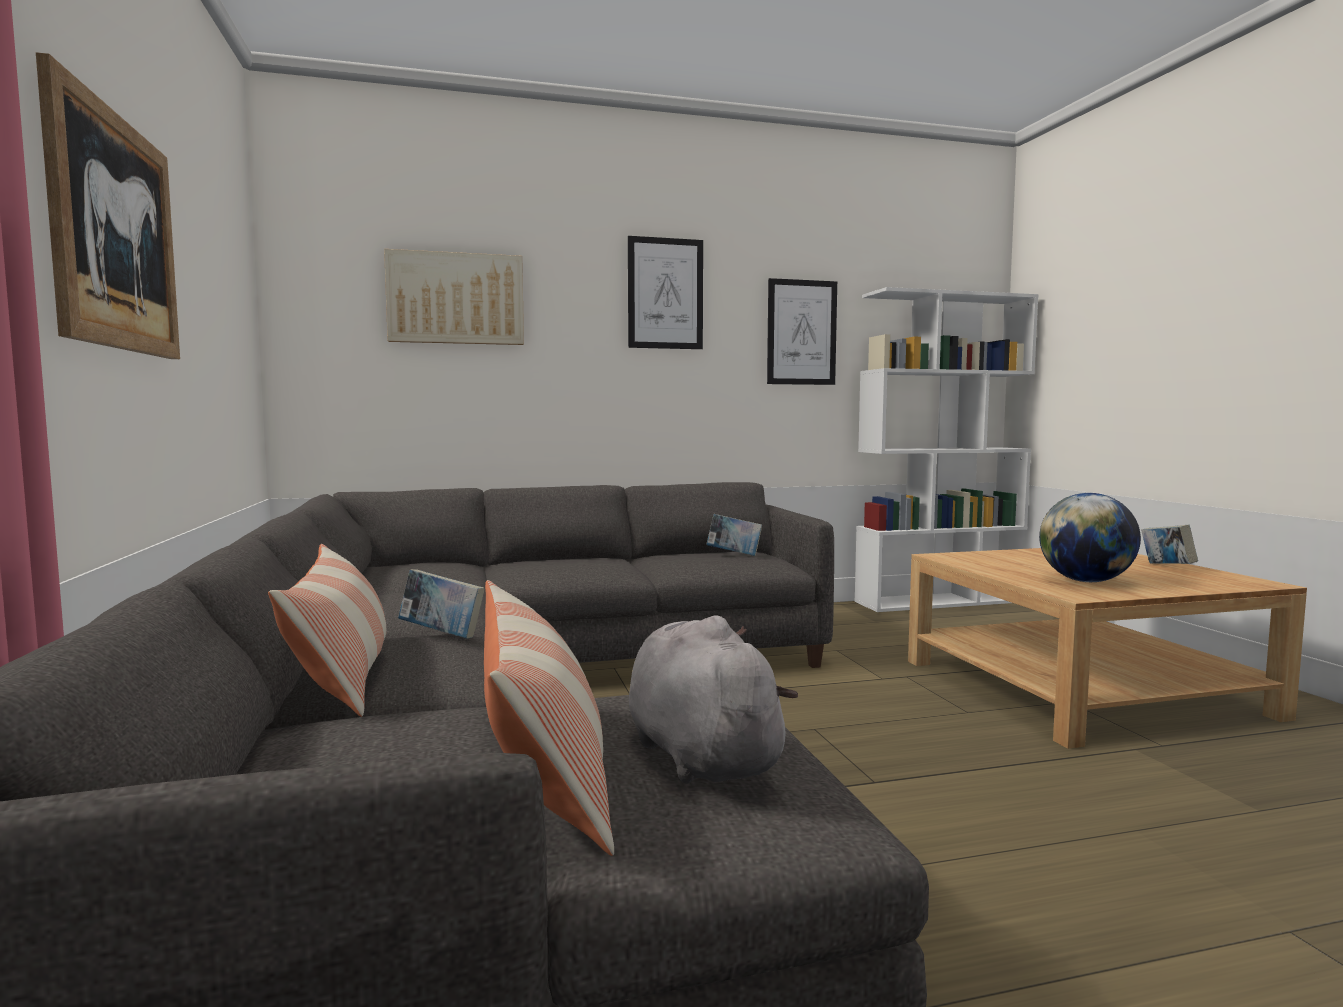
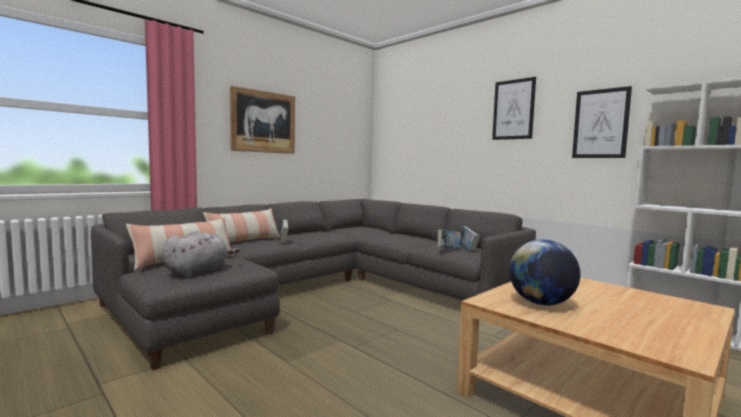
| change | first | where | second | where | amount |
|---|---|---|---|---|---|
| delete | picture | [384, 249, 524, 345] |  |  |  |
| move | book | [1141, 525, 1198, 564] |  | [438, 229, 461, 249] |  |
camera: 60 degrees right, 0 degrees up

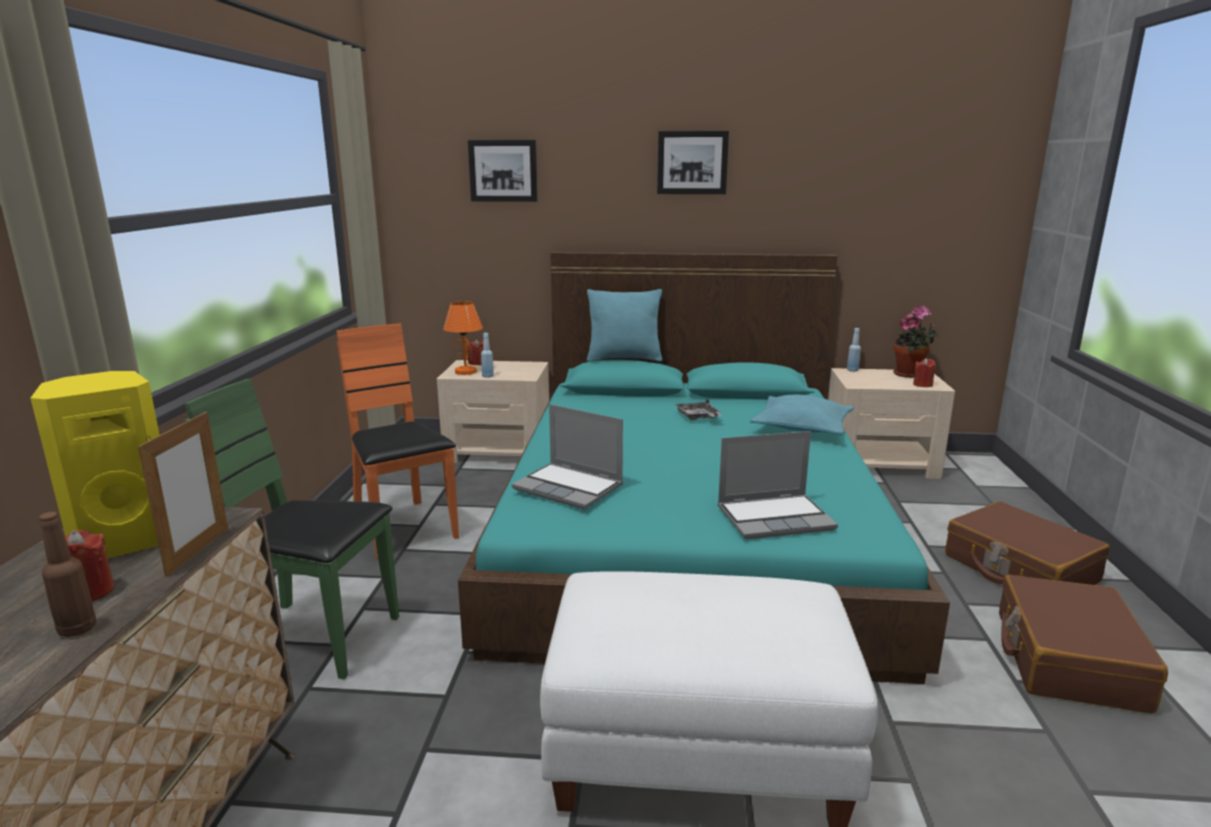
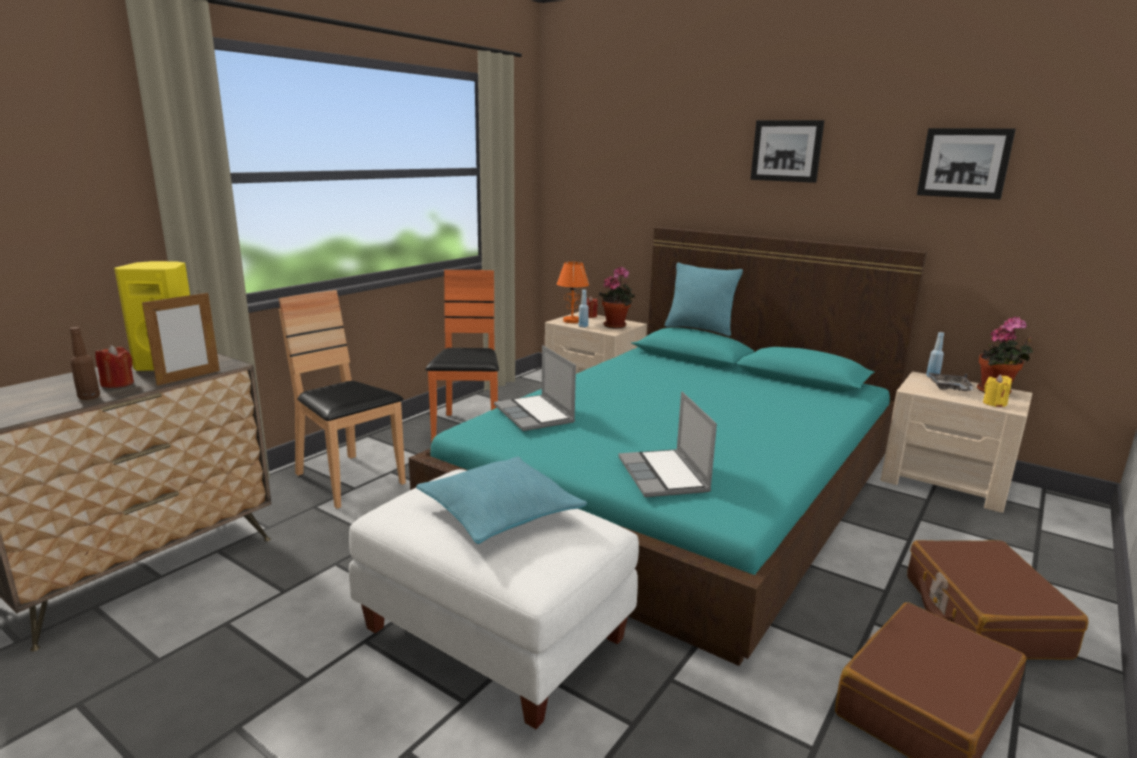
| change | first | where | second | where | amount |
|---|---|---|---|---|---|
| recolor | chair (green) | [184, 379, 399, 679] | chair (brown) | [278, 290, 406, 509] |  |
| move | picture | [468, 140, 538, 202] |  | [917, 128, 1016, 200] |  |
| move | tray (grey) | [675, 399, 722, 420] |  | [929, 373, 975, 391] |  |
| rotate | laptop | [718, 431, 838, 540] |  | [618, 391, 717, 497] | 60 degrees clockwise |
| move | pillow (turquoise) | [750, 395, 854, 435] |  | [416, 457, 587, 544] |  |
| recolor | candle (red) | [913, 358, 936, 387] | candle (yellow) | [983, 374, 1012, 407] |  |
| insert |  |  | potted plant | [599, 267, 635, 328] |  |
camera: 30 degrees right, 0 degrees up

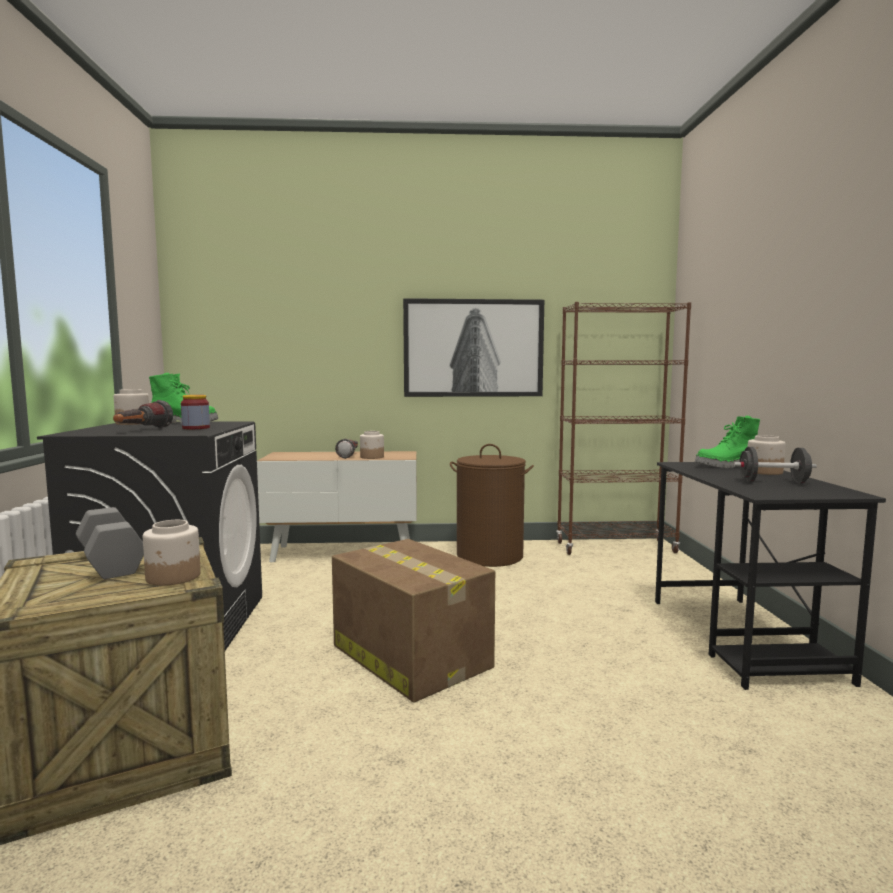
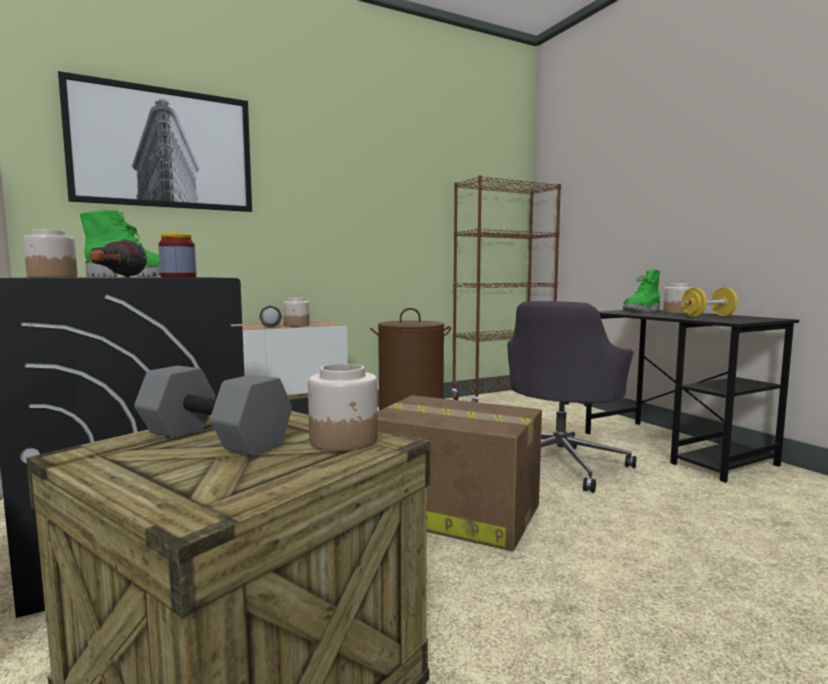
| change | first | where | second | where | amount |
|---|---|---|---|---|---|
| move | picture | [403, 298, 544, 397] |  | [58, 71, 252, 212] |  |
| recolor | dumbbell (black) | [734, 447, 817, 484] | dumbbell (yellow) | [681, 288, 738, 317] |  |
| insert |  |  | office chair (grey) | [507, 301, 637, 493] |  |
camera: 25 degrees left, 0 degrees up

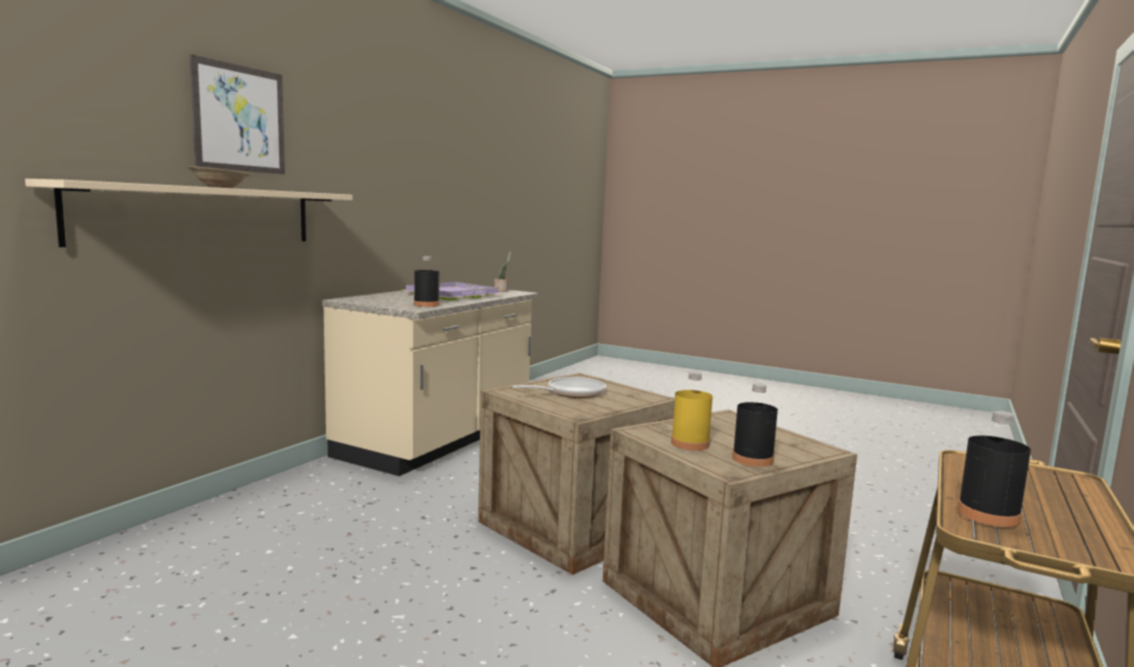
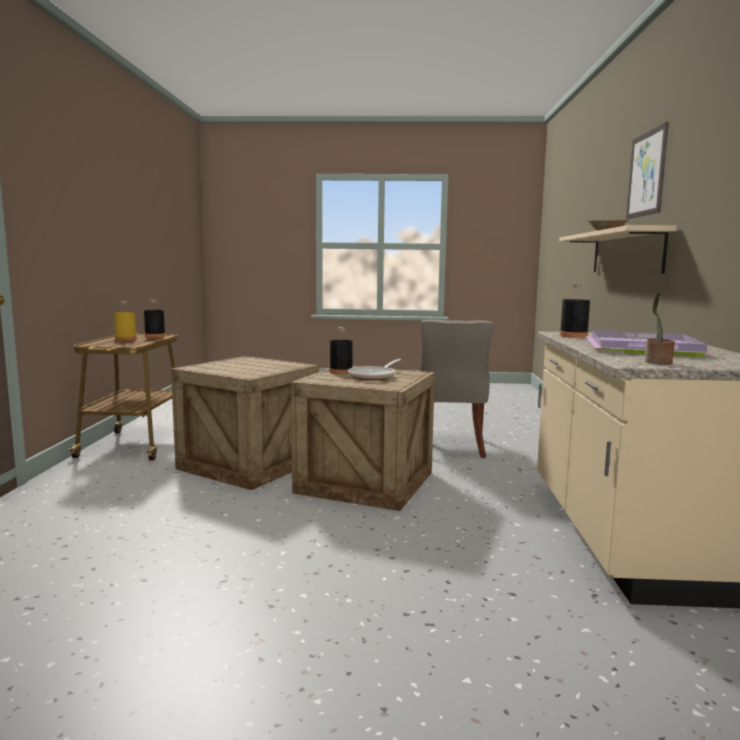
| change | first | where | second | where | amount |
|---|---|---|---|---|---|
| move | bottle (yellow) | [671, 372, 713, 451] |  | [114, 301, 137, 341] |  |
| move | bottle (black) | [732, 383, 778, 467] |  | [330, 327, 353, 374] |  |
| insert |  |  | chair (grey) | [420, 320, 494, 458] |  |
camera: 155 degrees right, 0 degrees up

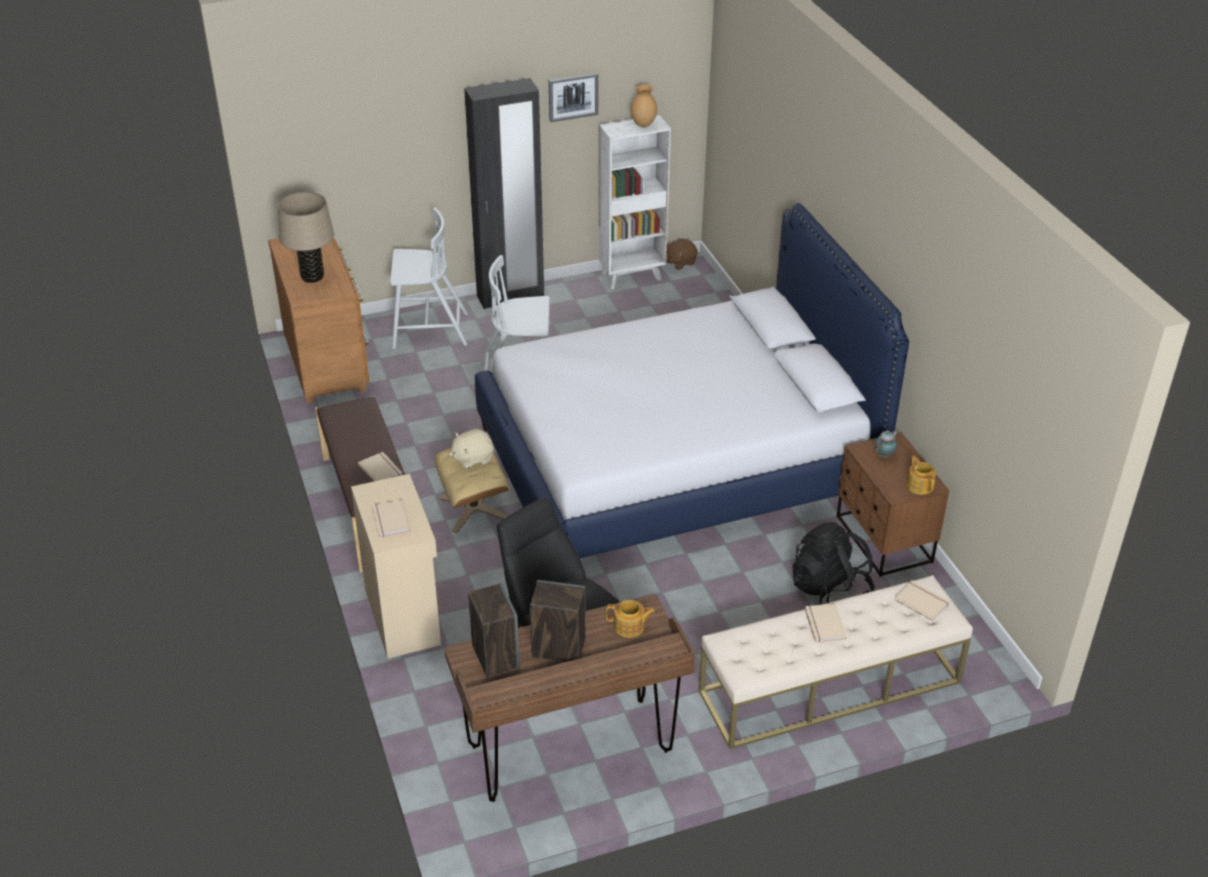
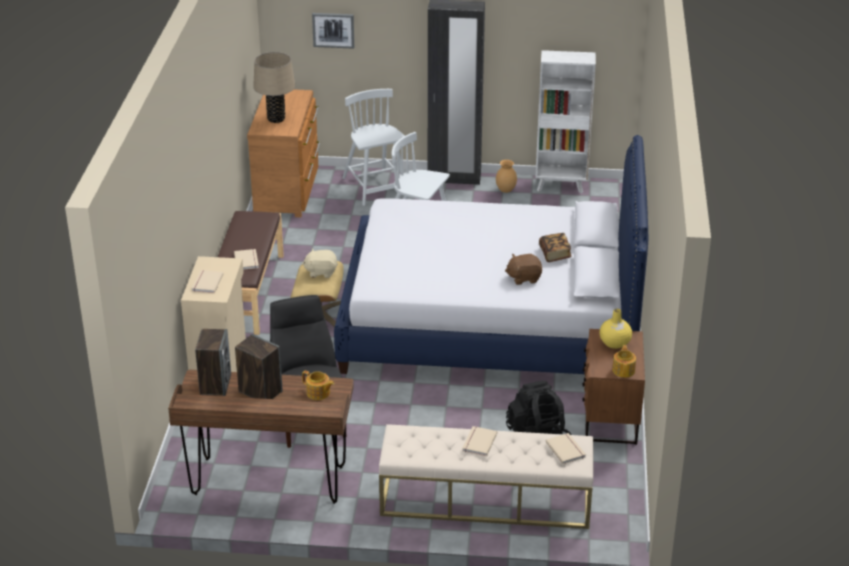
| change | first | where | second | where | amount |
|---|---|---|---|---|---|
| rotate | chair (white) | [390, 207, 468, 349] |  | [342, 89, 405, 206] | 135 degrees counterclockwise |
| move | picture | [549, 73, 598, 122] |  | [312, 13, 354, 49] |  |
| move | vase (brown) | [631, 85, 657, 127] |  | [496, 160, 517, 193] |  |
| move | plush toy (brown) | [666, 238, 698, 270] |  | [505, 254, 542, 285] |  |
| replace | teapot | [874, 430, 898, 458] | vase (yellow) | [599, 308, 632, 349] |  |
| insert |  |  | book | [539, 233, 572, 262] |  |
camera: 25 degrees right, 5 degrees down

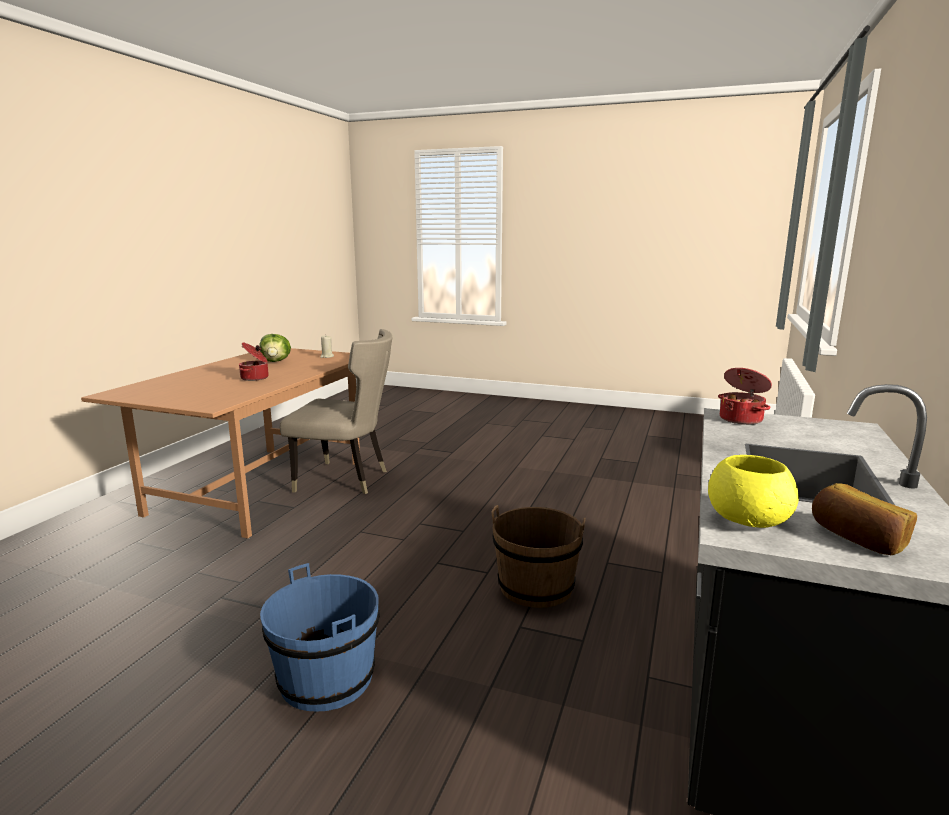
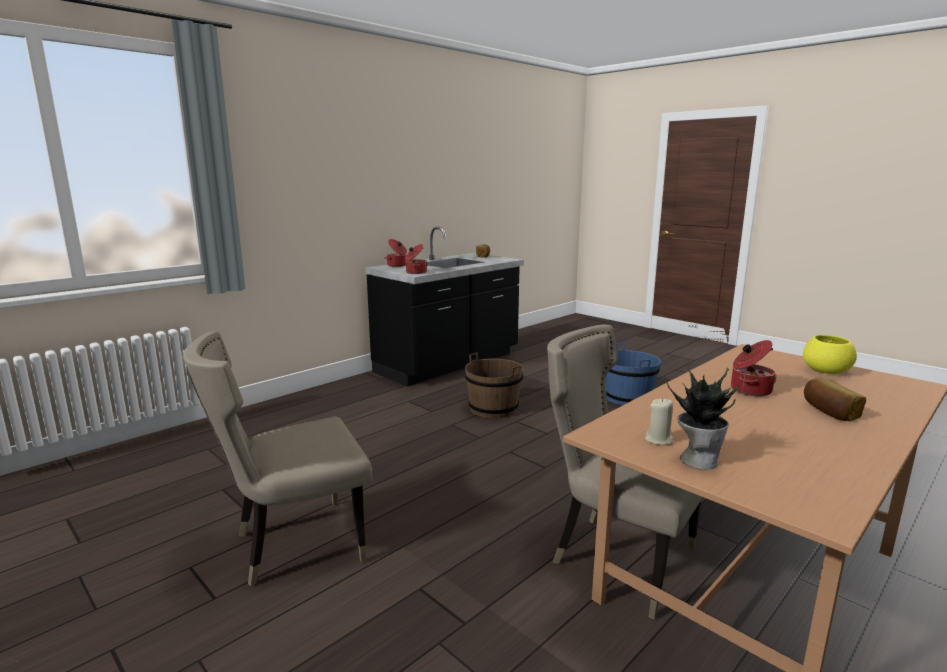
| change | first | where | second | where | amount |
|---|---|---|---|---|---|
| delete | lettuce | [259, 334, 291, 362] |  |  |  |
| move | bowl (yellow) | [708, 455, 799, 528] |  | [803, 335, 857, 374] |  |
| insert |  |  | chair (beige) | [183, 331, 372, 586] |  |
| insert |  |  | cooking pot | [384, 239, 407, 267] |  |
| insert |  |  | potted plant | [667, 366, 739, 470] |  |
| insert |  |  | bread | [804, 378, 866, 421] |  |
camera: 155 degrees left, 0 degrees up

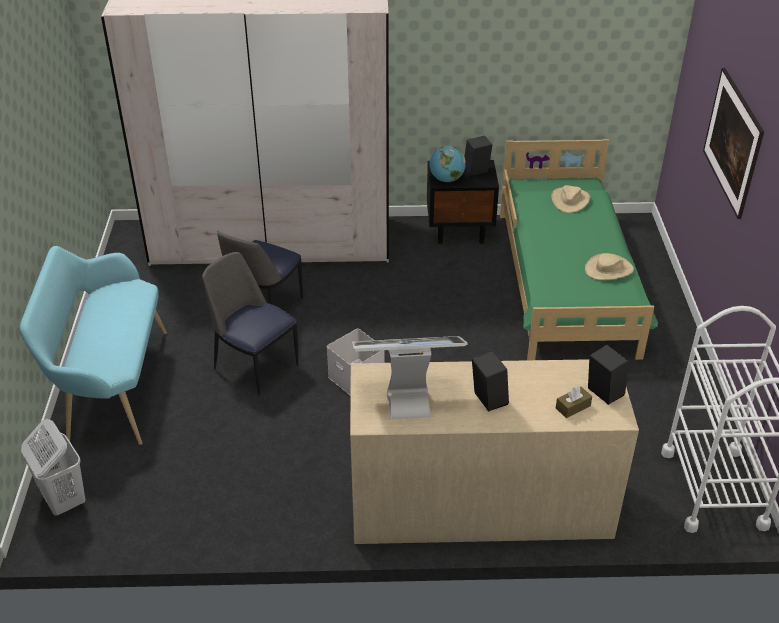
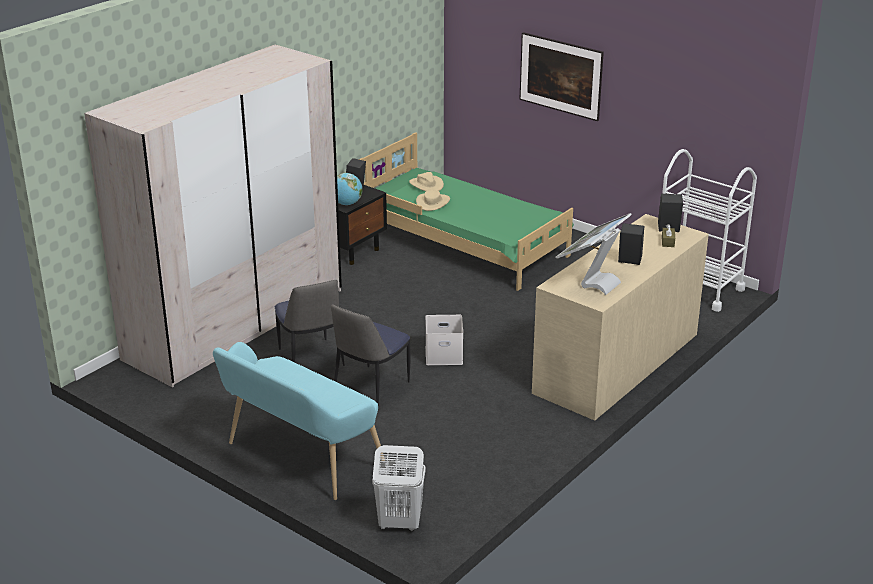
| change | first | where | second | where | amount |
|---|---|---|---|---|---|
| rotate | chair | [202, 252, 298, 395] |  | [331, 304, 410, 407] | 45 degrees counterclockwise |
| move | hat (beige) | [585, 253, 634, 280] |  | [416, 190, 450, 211] |  |
camera: 50 degrees left, 10 degrees down

